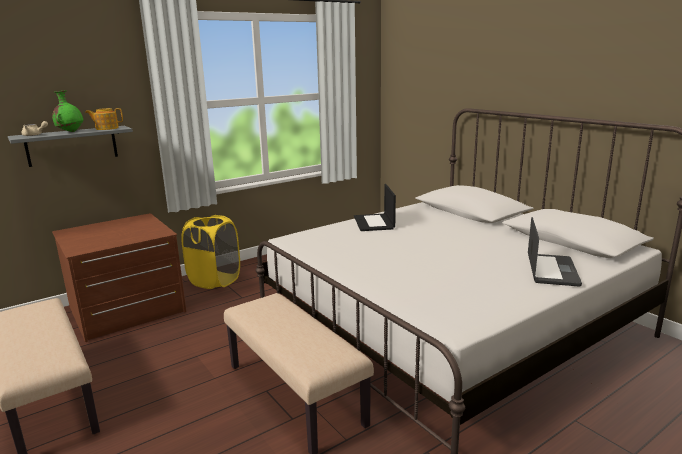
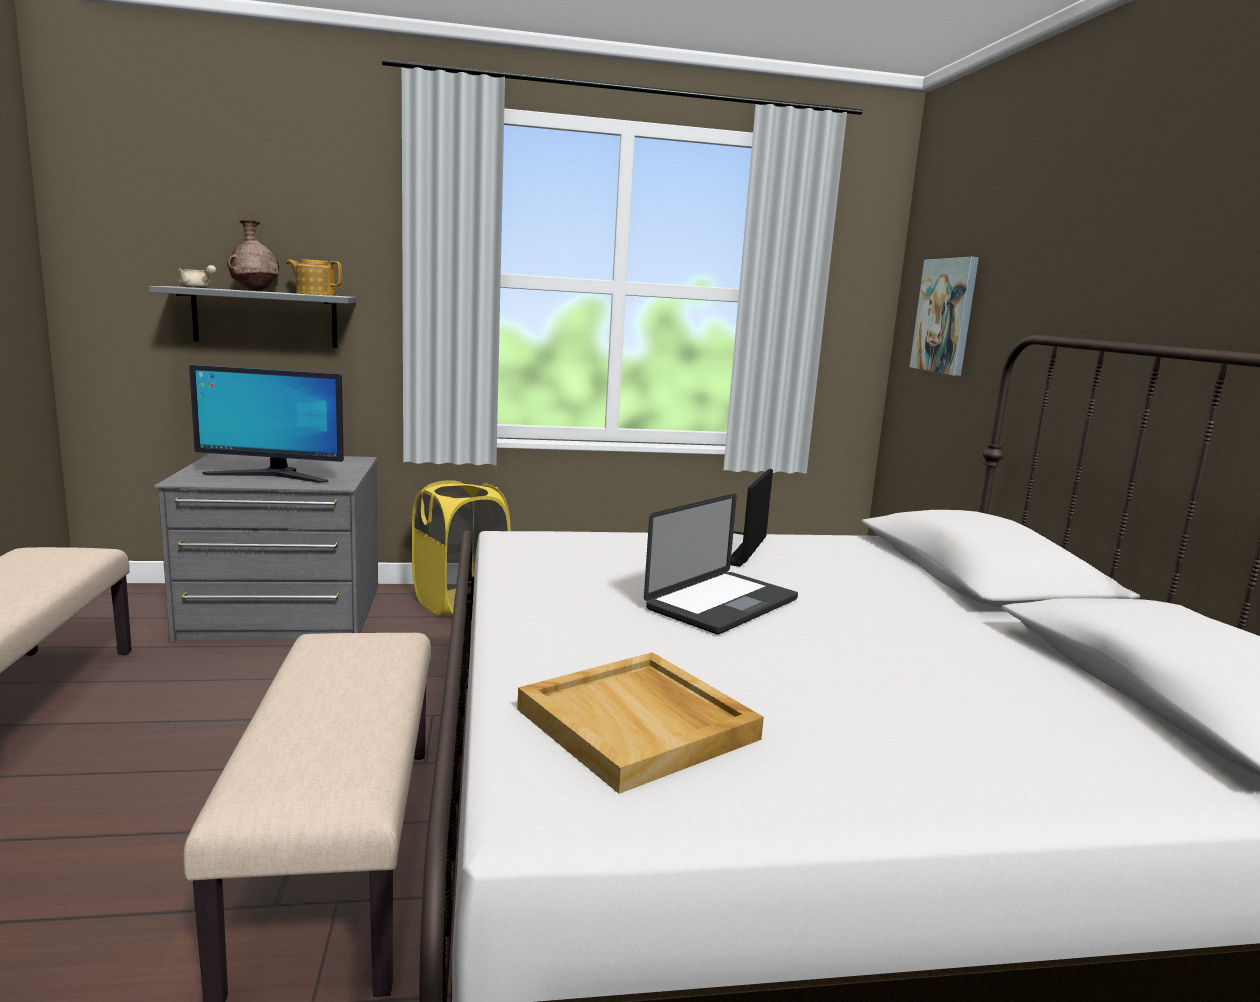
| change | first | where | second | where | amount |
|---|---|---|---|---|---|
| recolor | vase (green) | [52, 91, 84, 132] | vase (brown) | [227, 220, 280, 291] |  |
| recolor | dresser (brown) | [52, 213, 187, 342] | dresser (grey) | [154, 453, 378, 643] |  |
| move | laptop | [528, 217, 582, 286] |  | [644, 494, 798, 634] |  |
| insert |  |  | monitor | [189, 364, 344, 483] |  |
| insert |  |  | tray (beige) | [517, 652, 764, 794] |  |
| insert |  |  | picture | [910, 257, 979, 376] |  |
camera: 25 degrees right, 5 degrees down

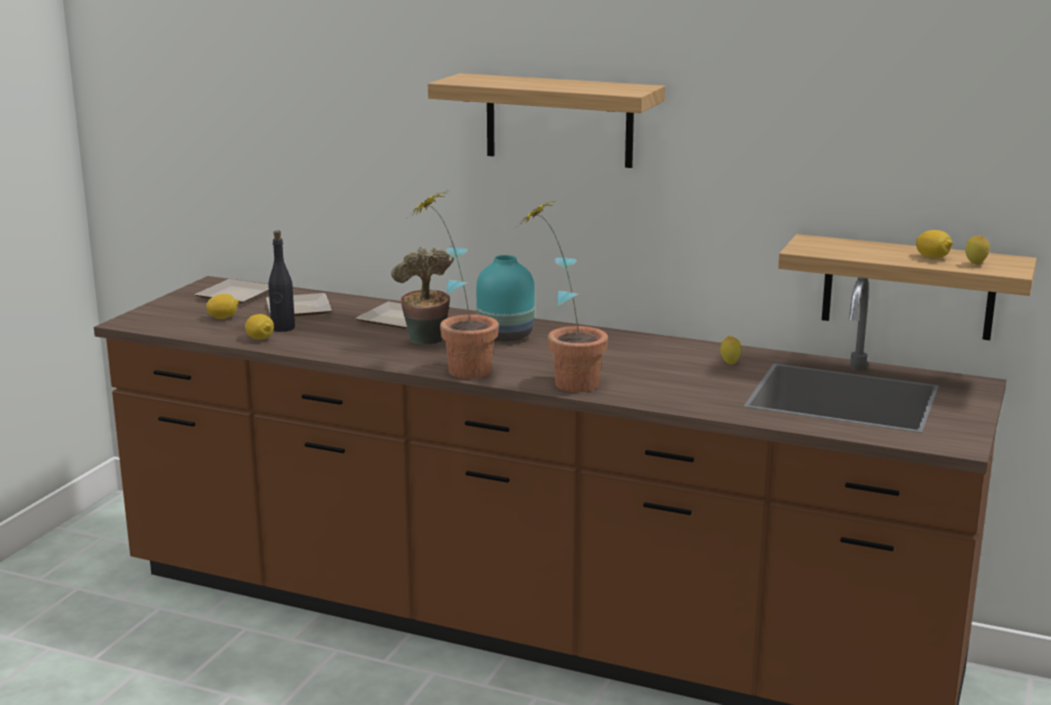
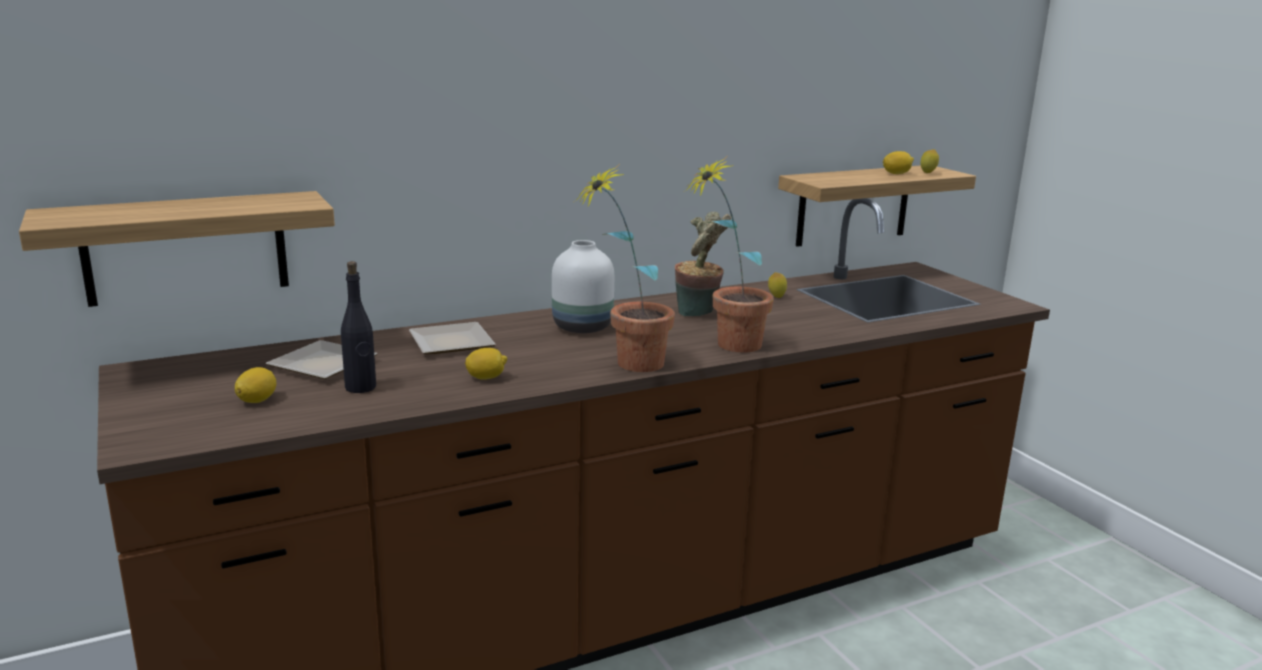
| change | first | where | second | where | amount |
|---|---|---|---|---|---|
| delete | plate | [195, 279, 269, 303] |  |  |  |
| move | lemon | [245, 314, 274, 340] |  | [465, 348, 507, 380] |  |
| move | potted plant | [391, 246, 454, 345] |  | [675, 212, 731, 316] |  |
| move | shelf | [428, 73, 665, 168] |  | [19, 191, 335, 307] |  |
| recolor | vase (turquoise) | [476, 255, 535, 342] | vase (white) | [552, 240, 614, 333] |  |
camera: 50 degrees left, 0 degrees up

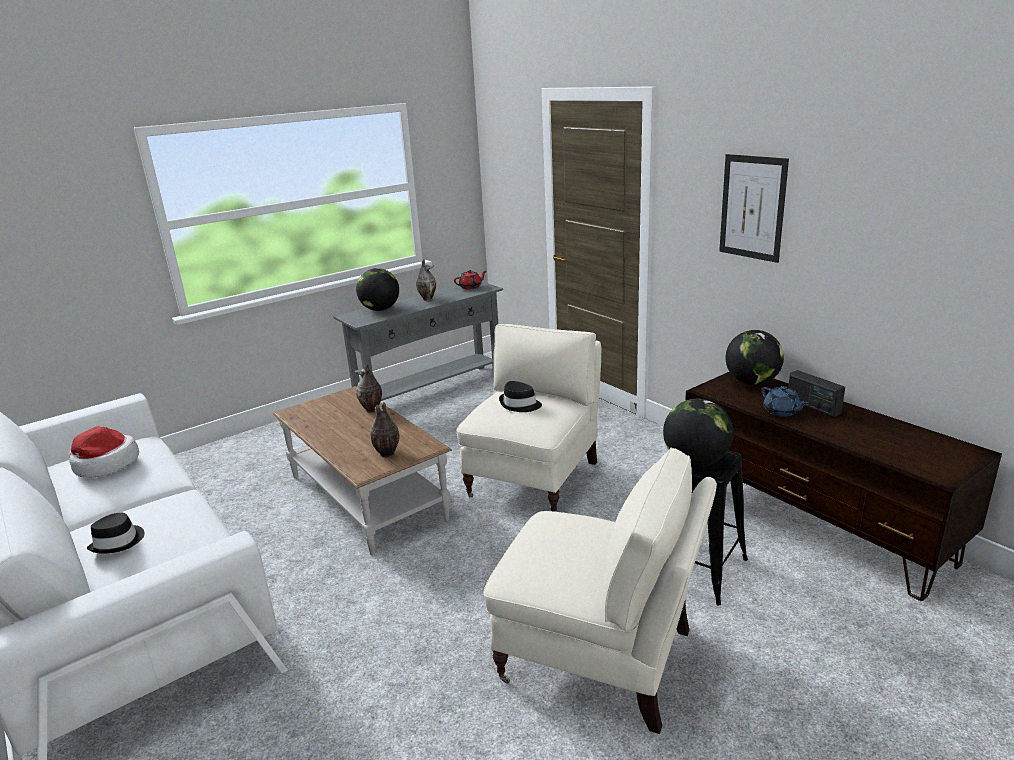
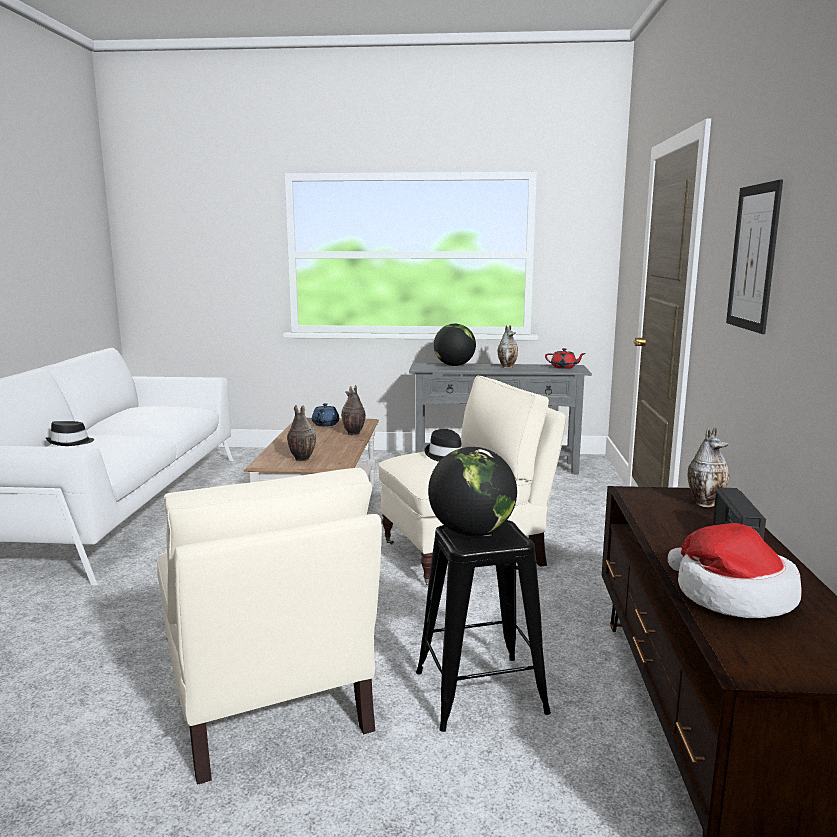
| change | first | where | second | where | amount |
|---|---|---|---|---|---|
| move | hat | [69, 426, 139, 478] |  | [668, 523, 802, 618] |  |
| replace | globe | [725, 330, 784, 385] | vase | [688, 427, 729, 507] |  |
| move | teapot (blue) | [761, 386, 808, 417] |  | [312, 403, 339, 427] |  |
camera: 40 degrees right, 10 degrees down

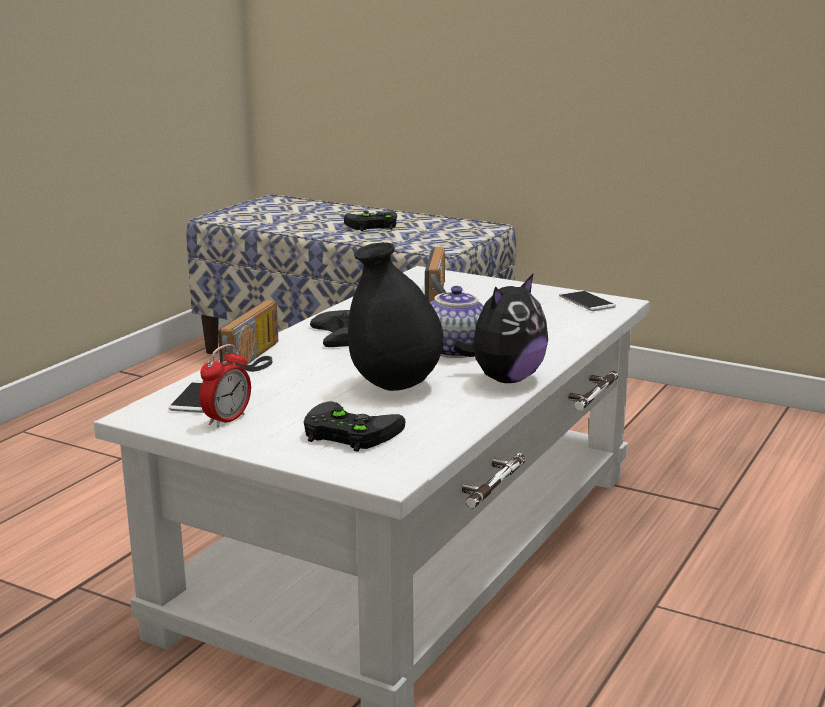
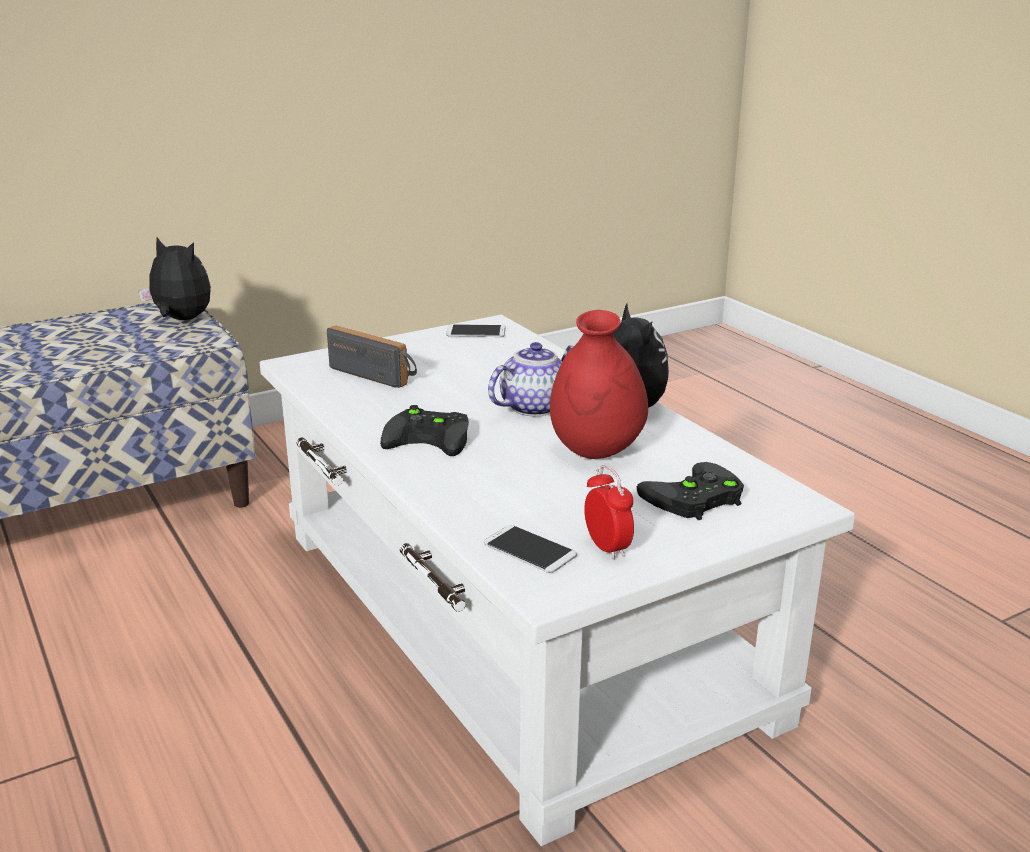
| change | first | where | second | where | amount |
|---|---|---|---|---|---|
| delete | radio | [218, 300, 278, 372] |  |  |  |
| delete | game controller (black) | [344, 211, 397, 231] |  |  |  |
| recolor | vase (black) | [348, 242, 444, 391] | vase (red) | [550, 310, 648, 459] |  |
| insert |  |  | plush toy | [138, 237, 211, 320] |  |
camera: 60 degrees left, 5 degrees up

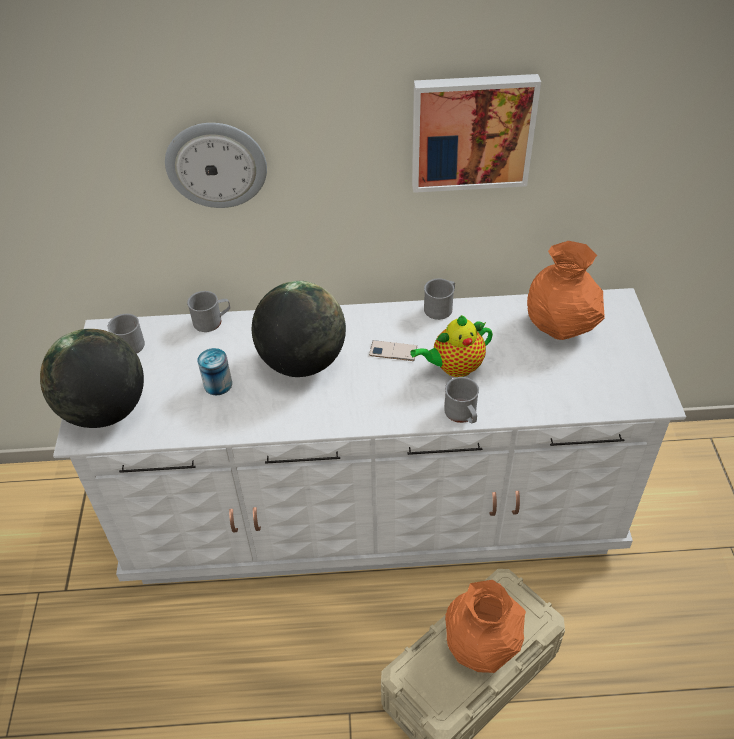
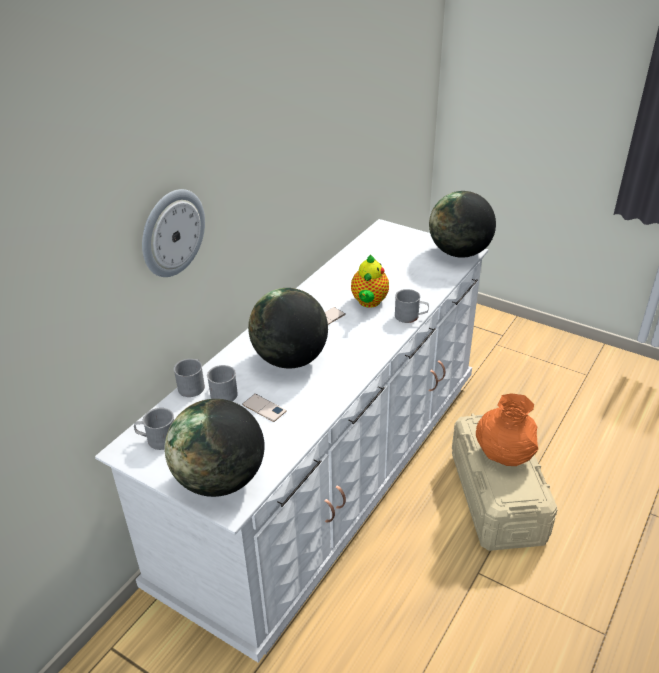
| change | first | where | second | where | amount |
|---|---|---|---|---|---|
| replace | can | [198, 348, 232, 395] | phone | [242, 394, 287, 422] |  |
| delete | picture | [412, 74, 541, 193] |  |  |  |
| move | mug (grey) | [424, 278, 455, 320] |  | [207, 365, 238, 401] |  |
| delete | vase (orange) | [527, 241, 605, 340] |  |  |  |
| insert |  |  | globe | [429, 191, 496, 258] |  |
camera: 55 degrees left, 10 degrees down

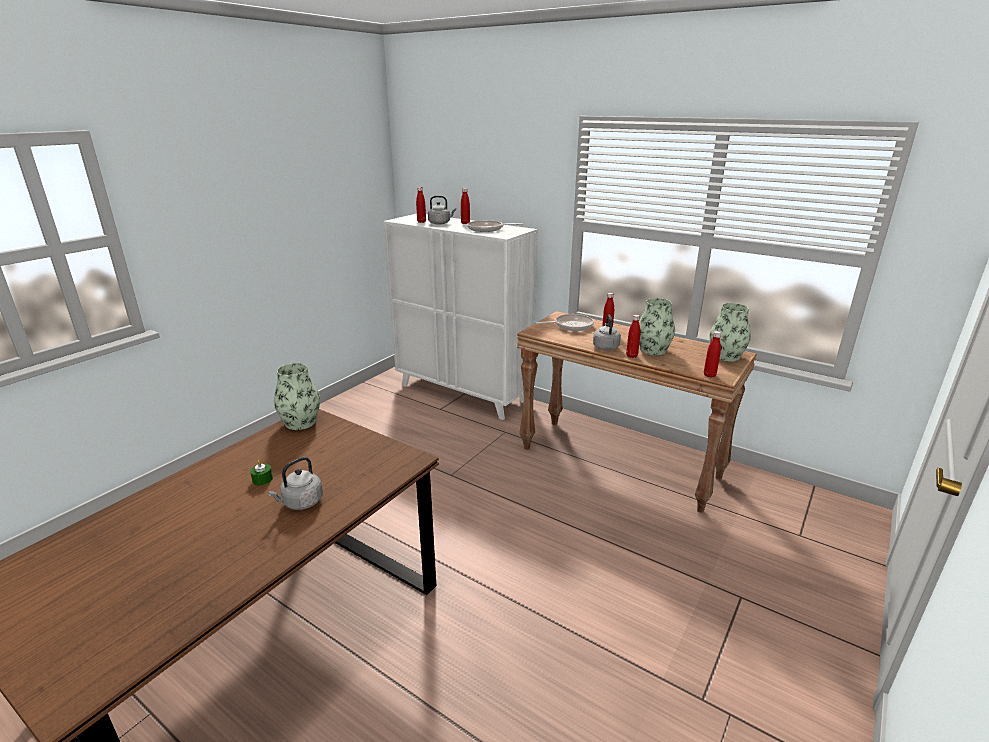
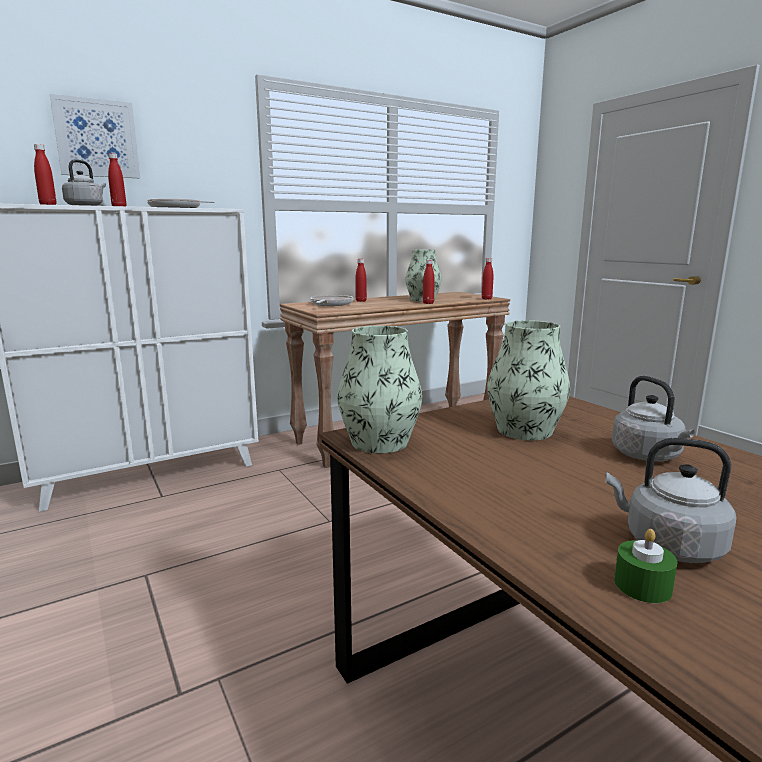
| change | first | where | second | where | amount |
|---|---|---|---|---|---|
| move | candle (green) | [250, 460, 273, 485] |  | [614, 529, 678, 603] |  |
| move | kettle (grey) | [593, 315, 621, 350] |  | [605, 438, 736, 563] |  |
| move | vase | [709, 303, 751, 362] |  | [487, 320, 570, 441] |  |
| insert |  |  | picture | [50, 94, 140, 178] |  |
camera: 65 degrees left, 10 degrees down

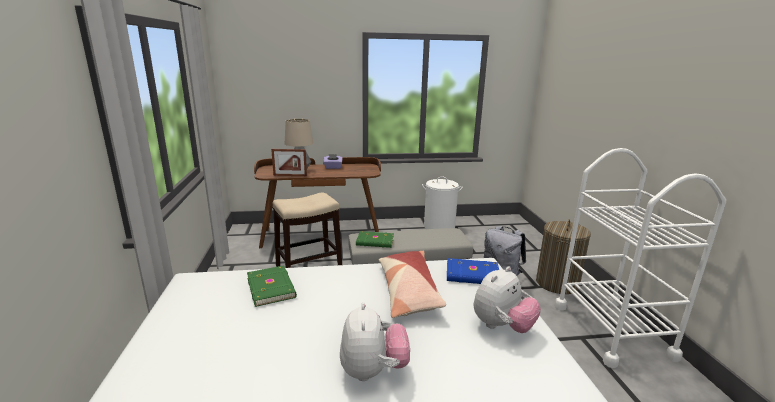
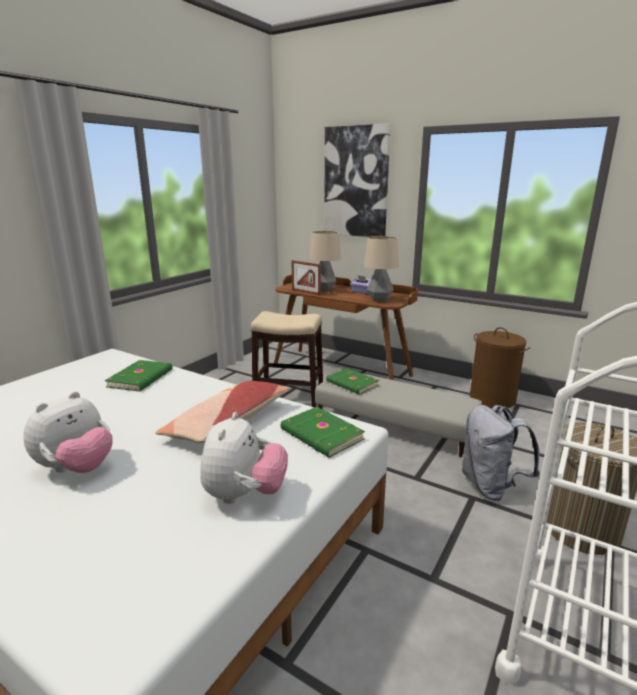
| change | first | where | second | where | amount |
|---|---|---|---|---|---|
| recolor | laundry basket (white) | [422, 176, 463, 229] | laundry basket (brown) | [470, 327, 531, 408] |  |
| recolor | book (blue) | [447, 258, 499, 284] | book (green) | [281, 407, 365, 458] |  |
| rotate | plush toy | [473, 266, 541, 333] |  | [200, 412, 288, 504] | 75 degrees counterclockwise |
| insert |  |  | picture | [324, 123, 391, 237] |  |
| insert |  |  | table lamp | [364, 236, 399, 302] |  |
camera: 40 degrees right, 0 degrees up

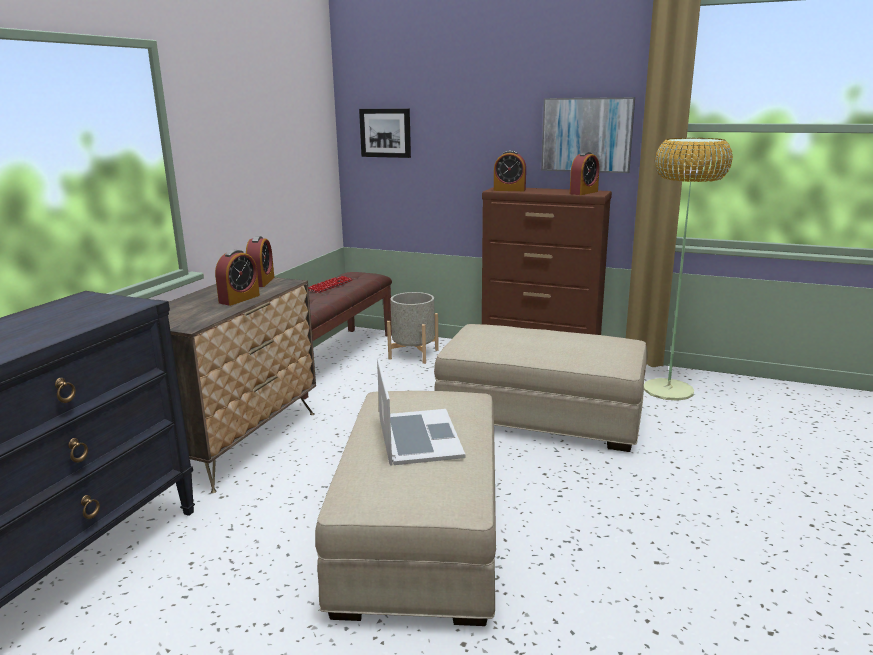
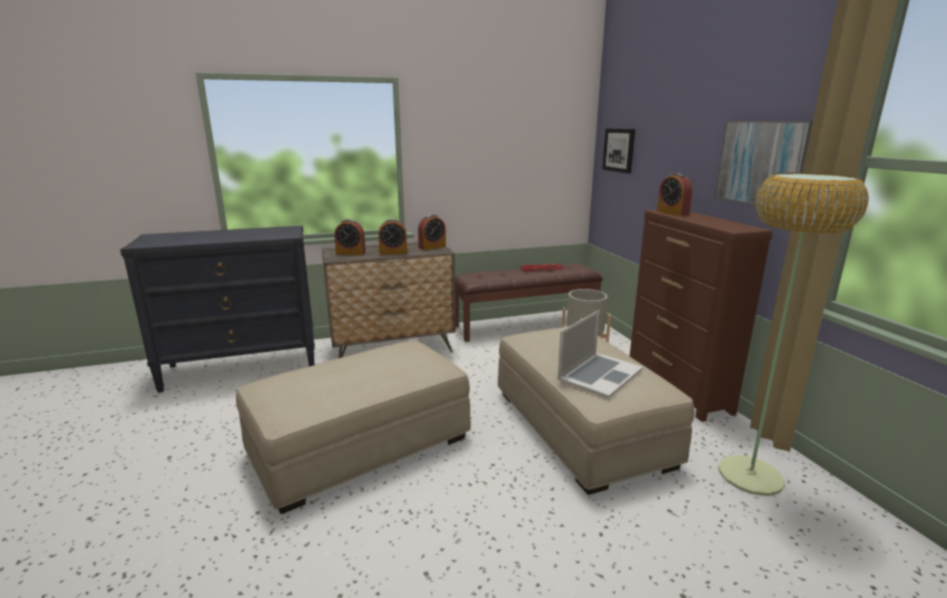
| change | first | where | second | where | amount |
|---|---|---|---|---|---|
| move | laptop | [377, 359, 465, 465] |  | [558, 310, 643, 398] |  |
| move | alarm clock | [570, 152, 599, 195] |  | [334, 219, 366, 255] |  |
camera: 50 degrees right, 0 degrees up

